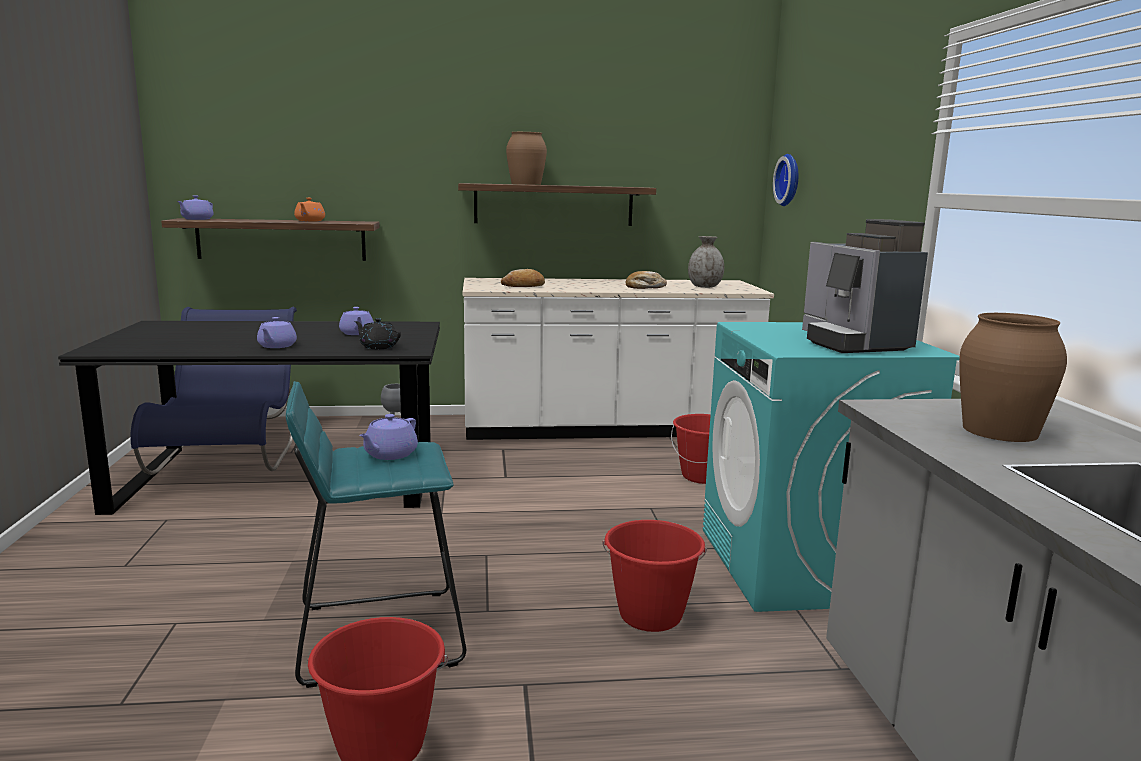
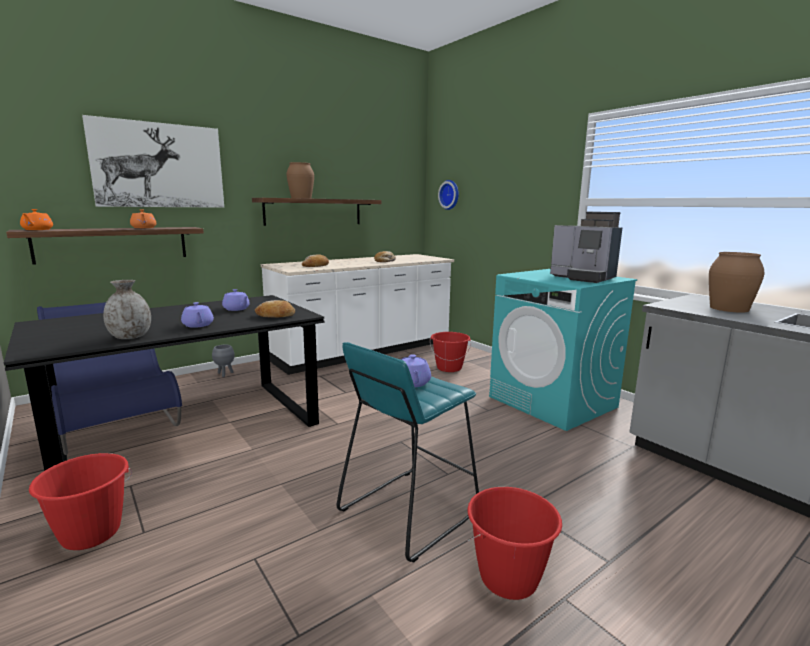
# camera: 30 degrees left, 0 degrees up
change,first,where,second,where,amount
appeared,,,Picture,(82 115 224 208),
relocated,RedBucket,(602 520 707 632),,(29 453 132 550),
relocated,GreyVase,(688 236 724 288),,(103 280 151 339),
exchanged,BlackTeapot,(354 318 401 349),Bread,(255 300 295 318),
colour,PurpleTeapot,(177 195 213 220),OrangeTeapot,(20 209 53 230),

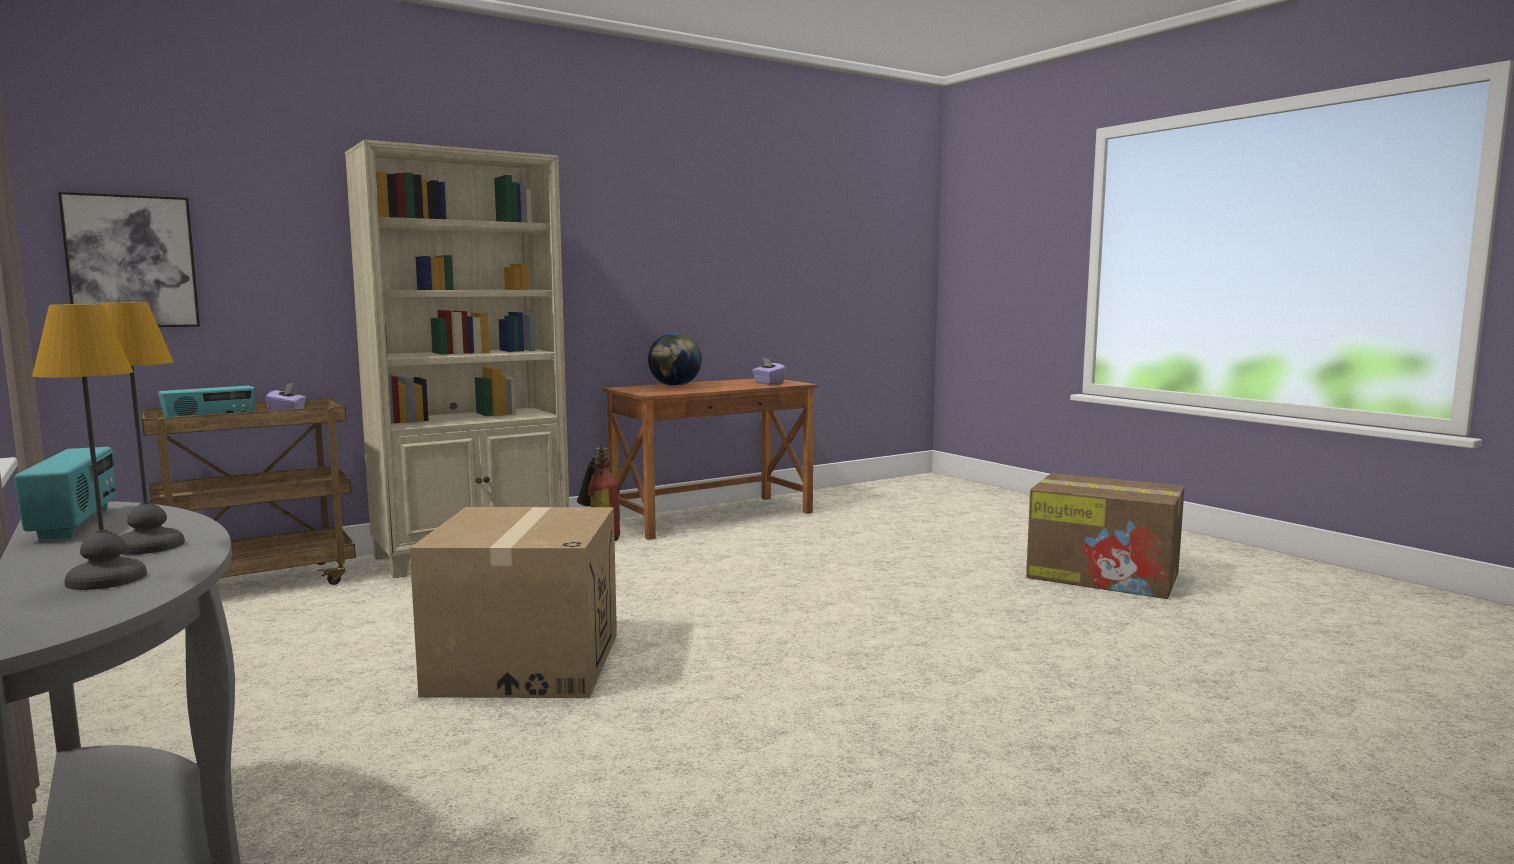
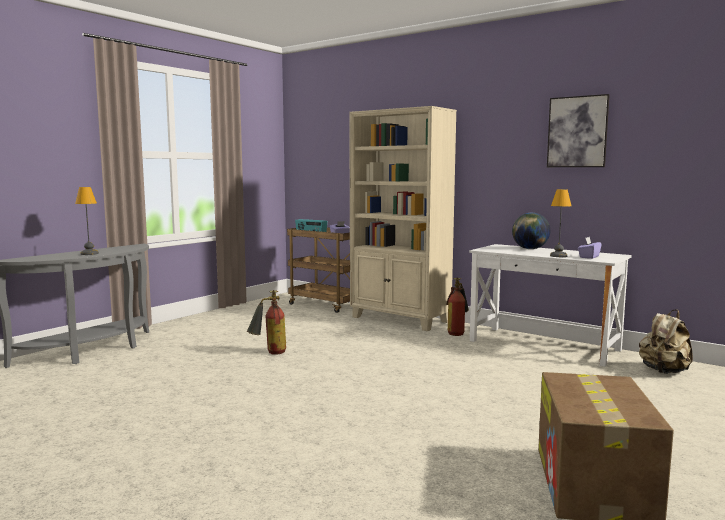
# camera: 70 degrees right, 0 degrees up
change,first,where,second,where,amount
missing,Radio,(14 447 116 539),,,
appeared,,,BeigeBackpack,(639 310 693 374),
relocated,TableLamp,(32 304 147 590),,(550 189 571 257),
relocated,Picture,(58 192 200 327),,(547 94 610 167),
exchanged,CardboardBox,(410 507 617 698),FireExtinguisher,(247 290 286 355),
colour,BrownDesk,(603 378 818 540),WhiteDesk,(469 244 632 367),

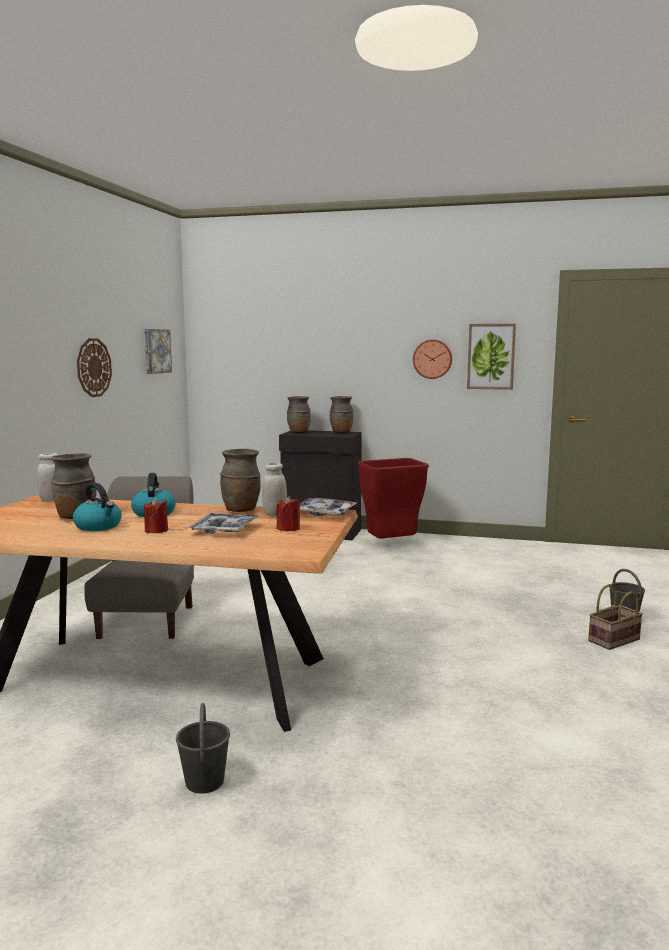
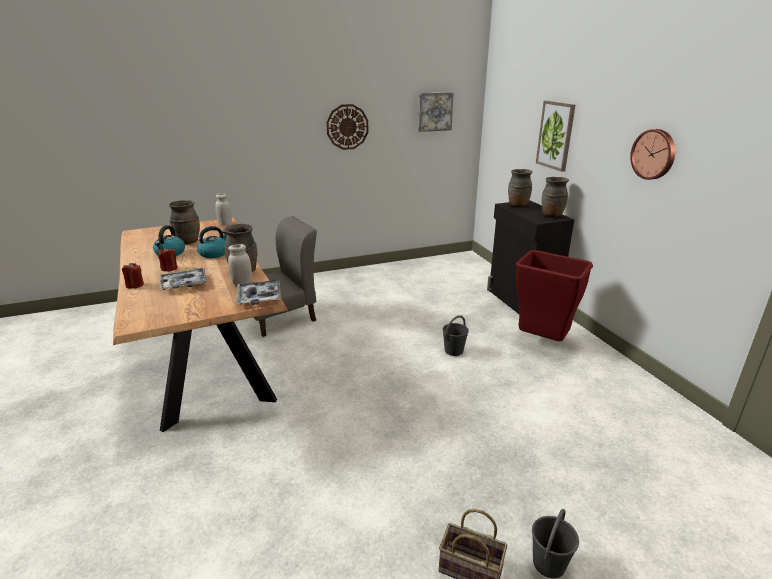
# camera: 55 degrees right, 15 degrees up
change,first,where,second,where,amount
relocated,GreyBucket,(176 703 230 794),,(442 315 469 356),
relocated,RedCandle,(276 496 300 531),,(122 263 144 289),
relocated,Picture,(467 324 516 390),,(536 101 575 172),

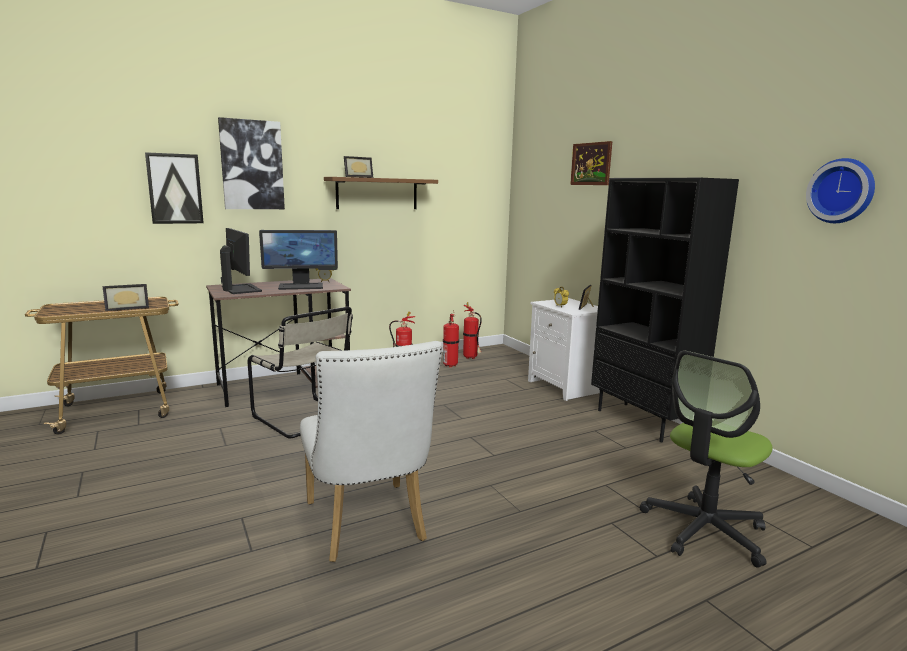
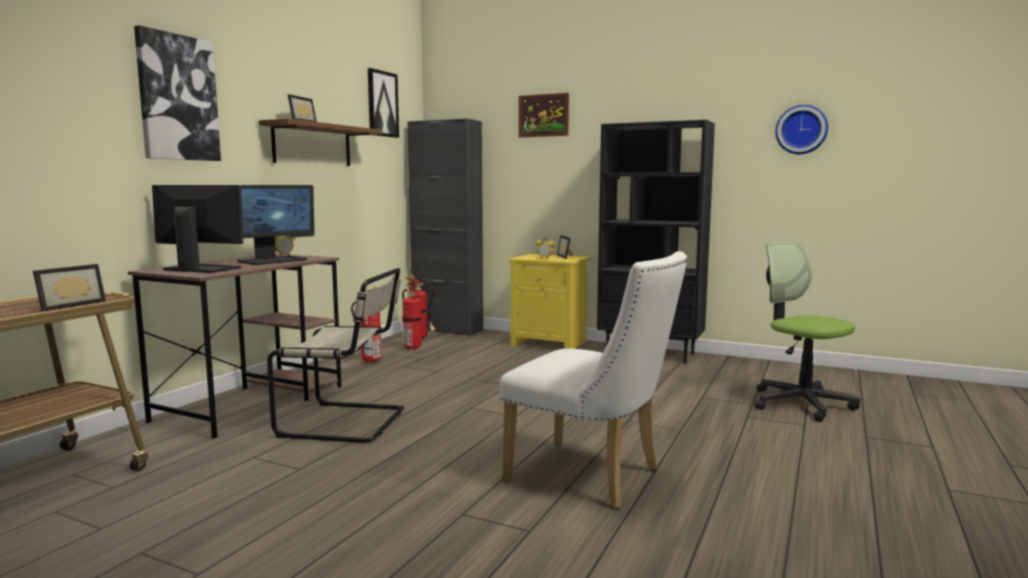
# camera: 35 degrees left, 5 degrees down
change,first,where,second,where,amount
appeared,,,BlackCabinet,(407 119 483 336),
relocated,Picture,(145 152 204 224),,(368 68 399 138),
colour,WhiteNightstand,(528 298 600 401),YellowNightstand,(508 254 591 349),
spun,OfficeChair,(640 351 772 568),,(754 241 860 422),135 degrees clockwise

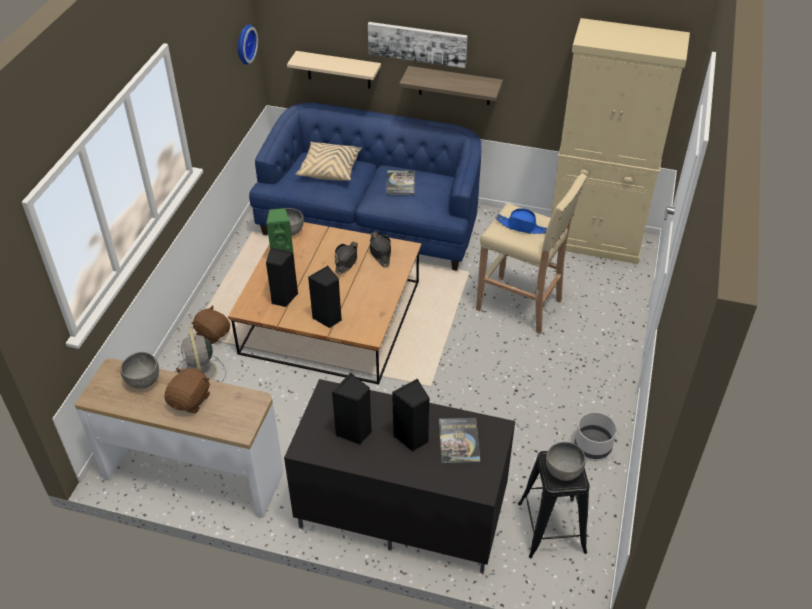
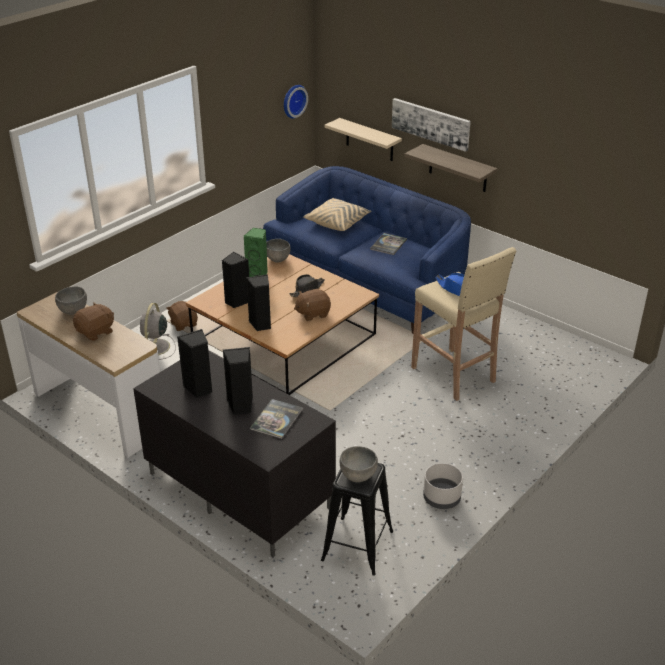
# camera: 25 degrees right, 10 degrees down
change,first,where,second,where,amount
missing,BlackHat,(370 231 391 267),,,
missing,BeigeCabinet,(551 18 690 264),,,
appeared,,,BrownPlushToy,(294 289 331 321),

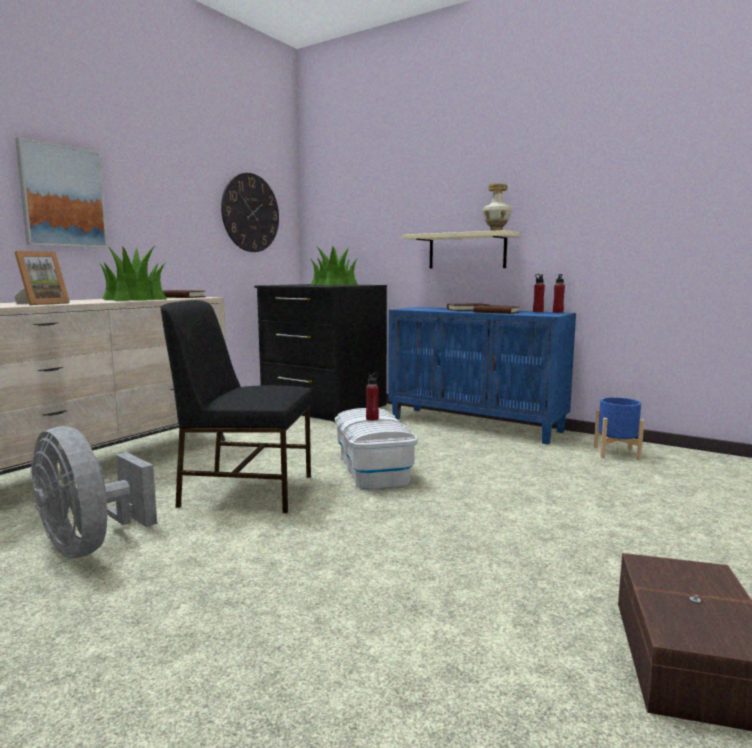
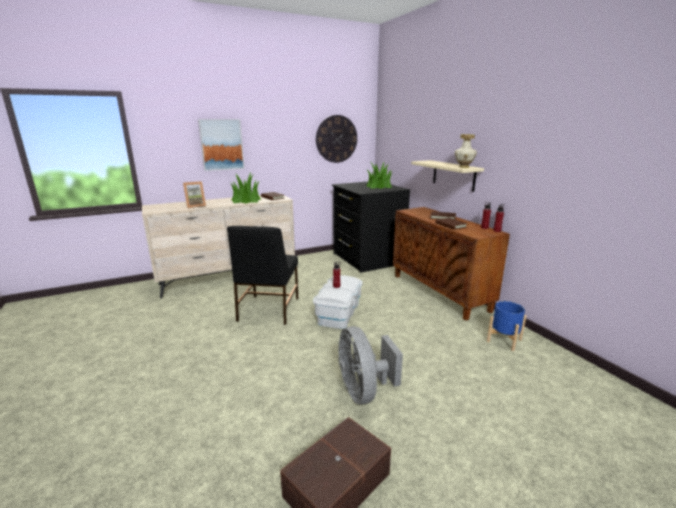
# camera: 30 degrees right, 10 degrees up
change,first,where,second,where,amount
relocated,GreyFan,(30 426 157 558),,(338 326 403 405),
colour,BlueCabinet,(388 307 576 444),BrownCabinet,(393 207 510 320),
spun,BlackChair,(161 300 312 513),,(227 226 298 325),120 degrees counterclockwise

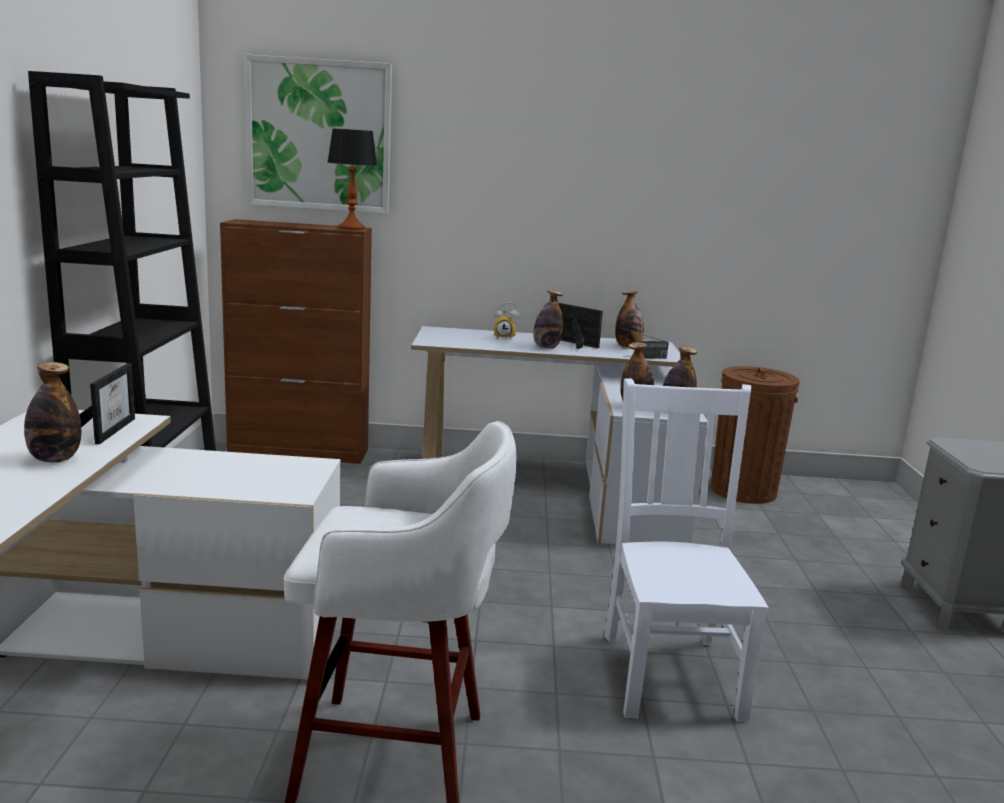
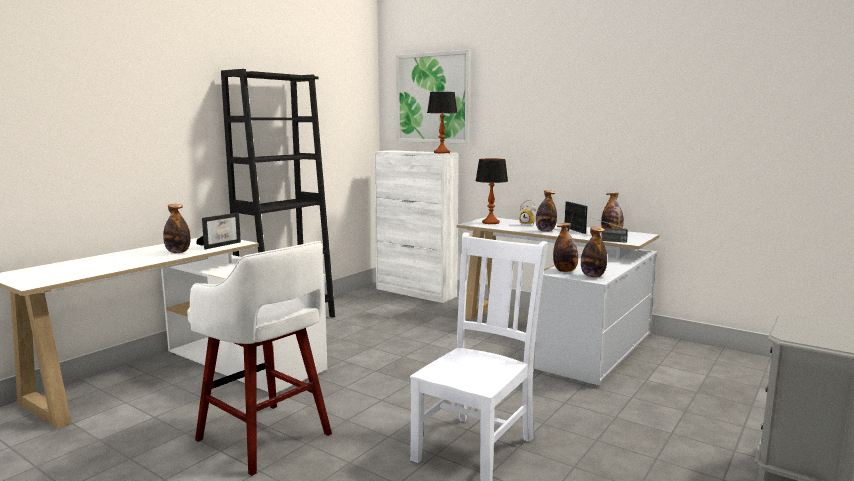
# camera: 35 degrees right, 5 degrees down
change,first,where,second,where,amount
missing,BrownTrashCan,(711 366 800 504),,,
appeared,,,TableLamp,(476 159 508 224),
colour,BrownCabinet,(220 219 372 464),WhiteCabinet,(374 150 459 303),

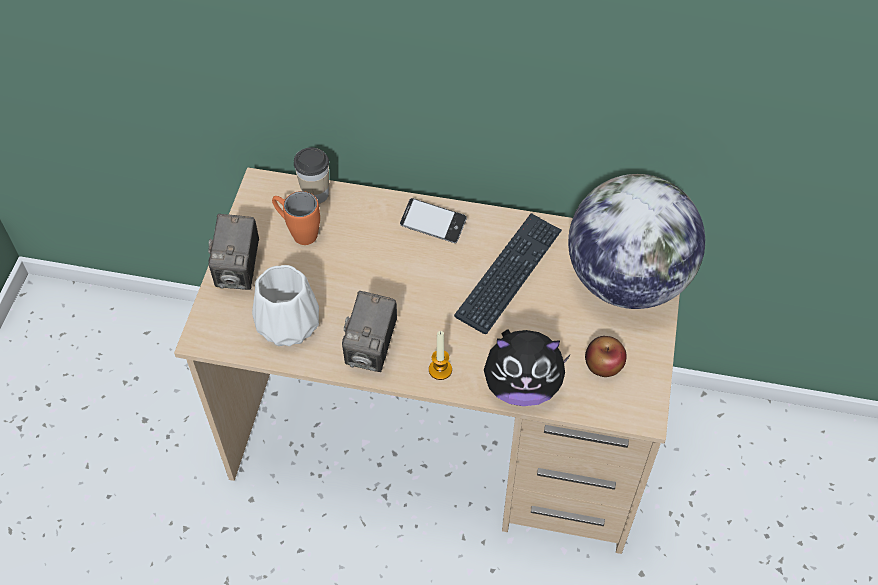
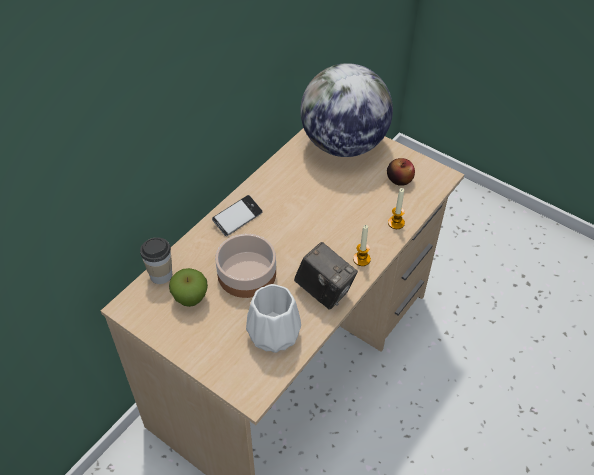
# camera: 65 degrees left, 5 degrees down
change,first,where,second,where,amount
missing,PhotoCamera,(208 214 259 290),,,
missing,Keyboard,(454 213 562 334),,,
appeared,,,Bowl,(215 234 276 298),
exchanged,OrangeMug,(272 191 320 245),Apple,(169 268 208 307),
exchanged,PlushToy,(484 329 571 406),Candle,(388 188 405 229),

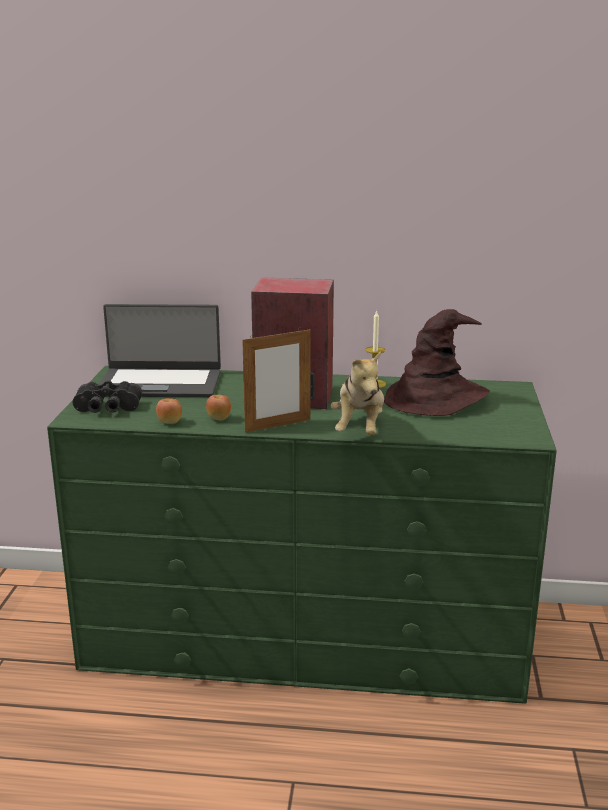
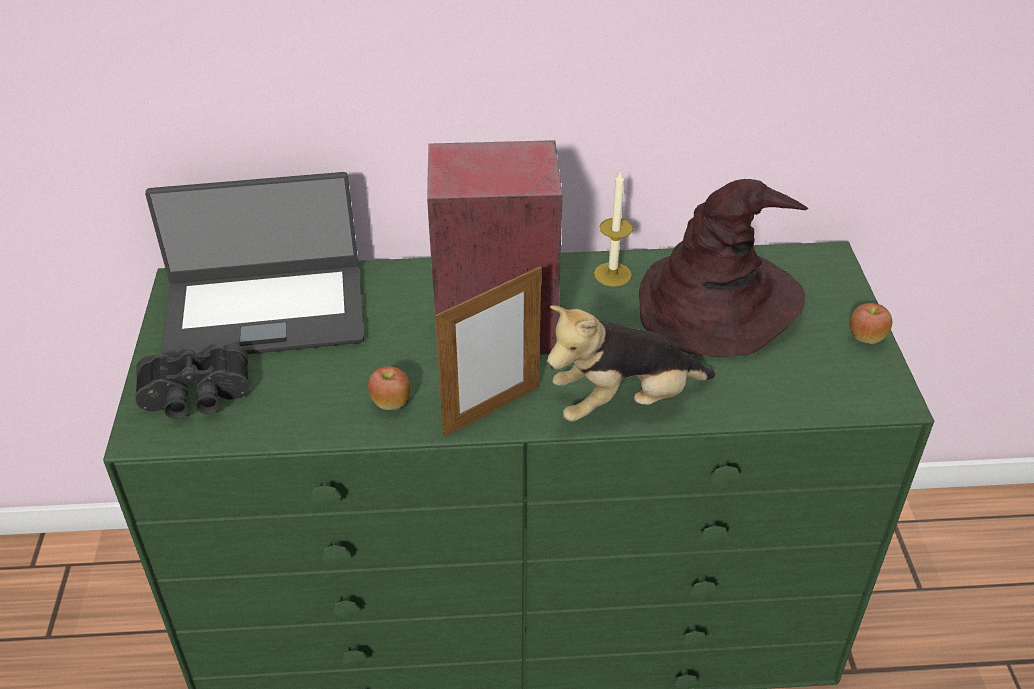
# camera: 10 degrees left, 20 degrees up
change,first,where,second,where,amount
relocated,Apple,(156 398 182 424),,(850 303 892 344),
spun,PlushToy,(331 352 384 435),,(547 305 715 422),75 degrees clockwise

